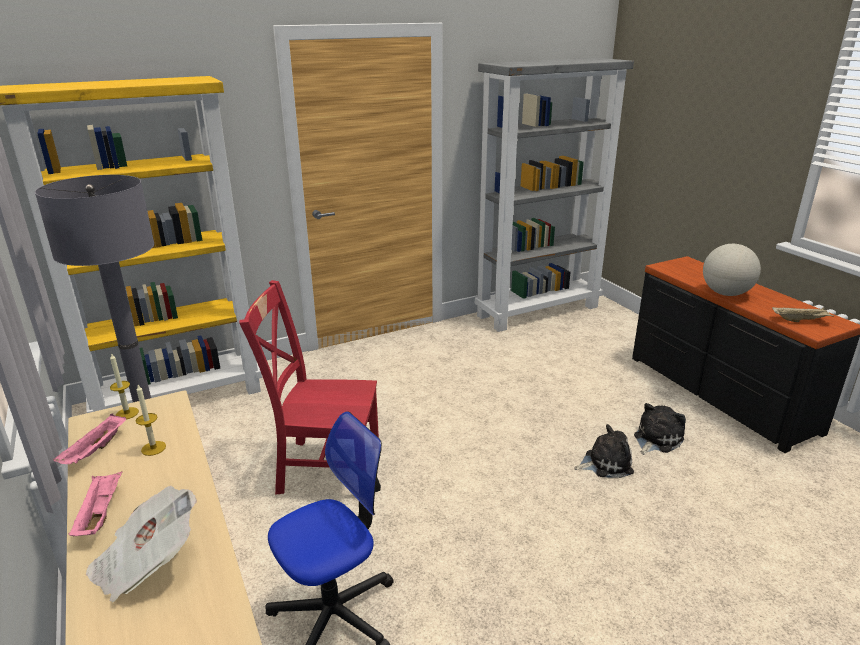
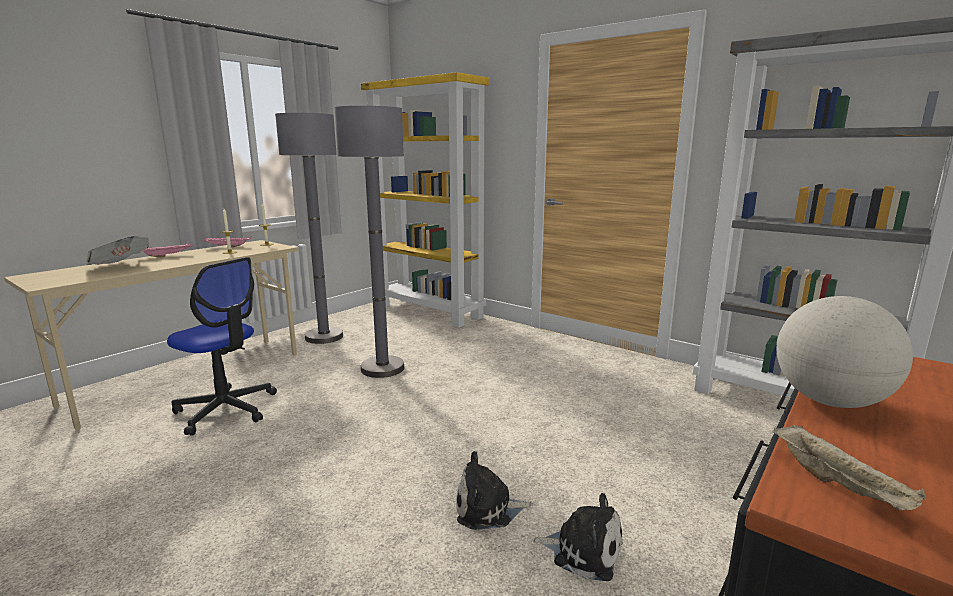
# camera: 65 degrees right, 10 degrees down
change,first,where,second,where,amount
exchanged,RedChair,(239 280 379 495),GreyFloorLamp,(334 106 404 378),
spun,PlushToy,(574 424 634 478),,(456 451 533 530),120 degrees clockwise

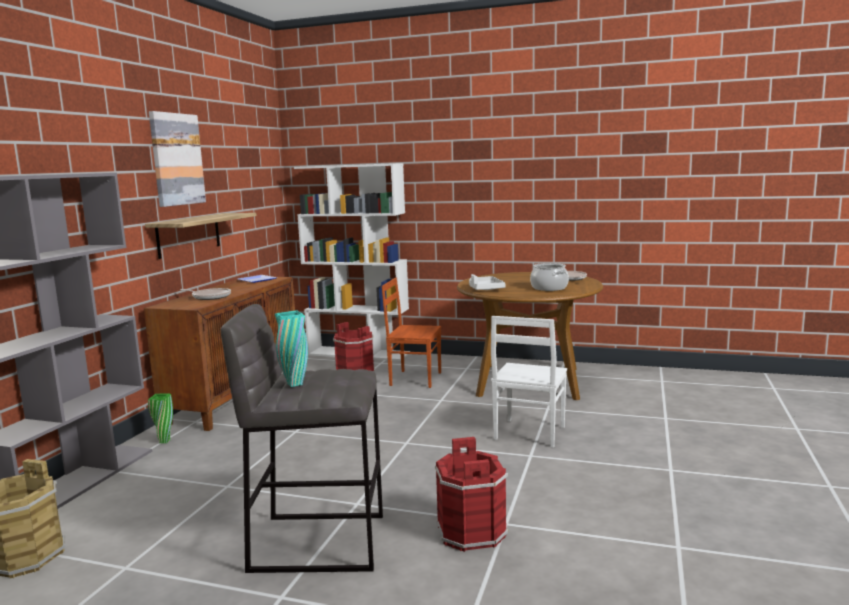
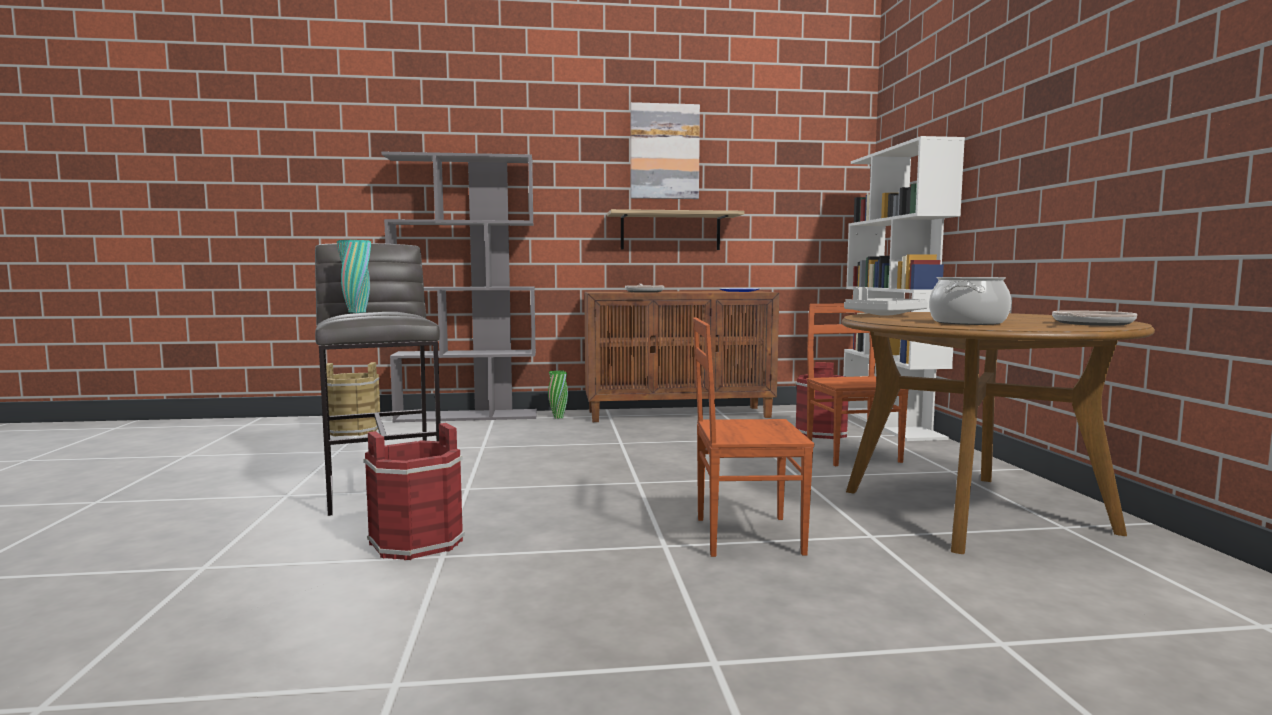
# camera: 65 degrees right, 5 degrees down
change,first,where,second,where,amount
colour,WhiteChair,(491 316 567 448),BrownChair,(693 317 814 557),

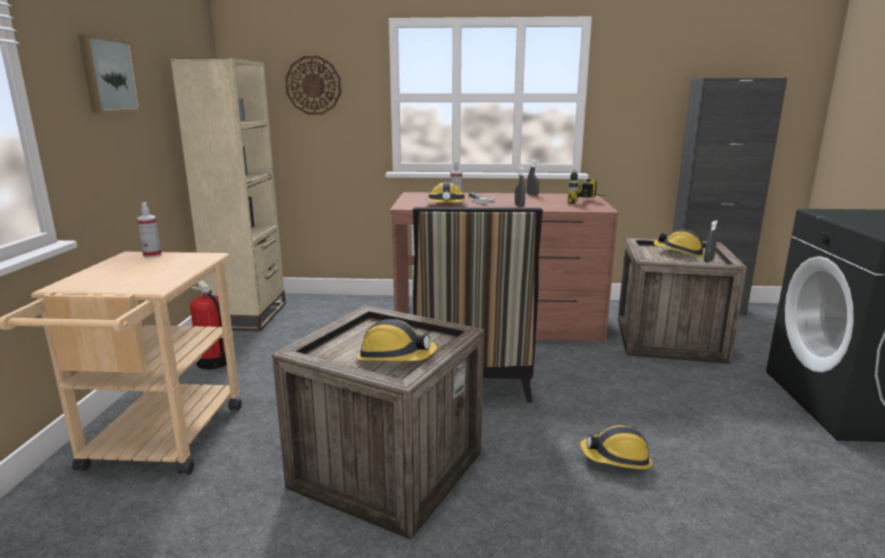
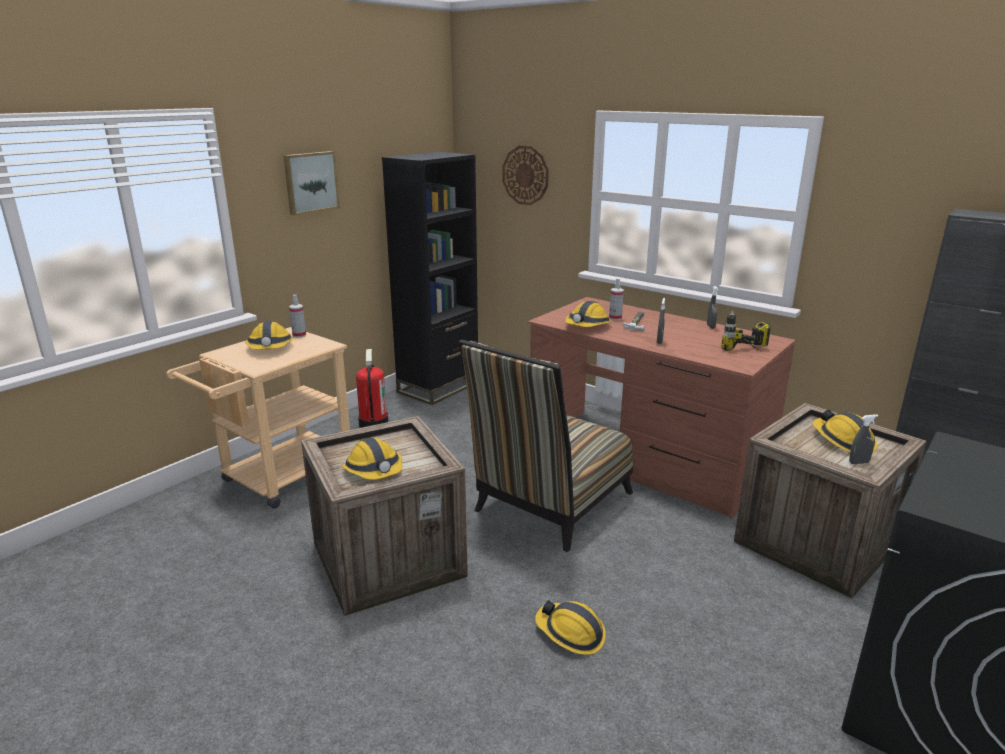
# camera: 35 degrees right, 5 degrees up
change,first,where,second,where,amount
appeared,,,HardHat,(245 321 294 350),
colour,BeigeBookcase,(170 58 286 331),BlackBookcase,(382 152 478 405),

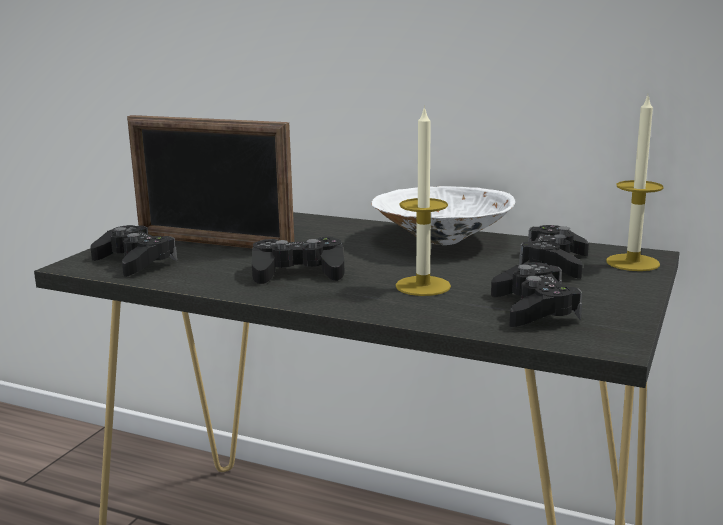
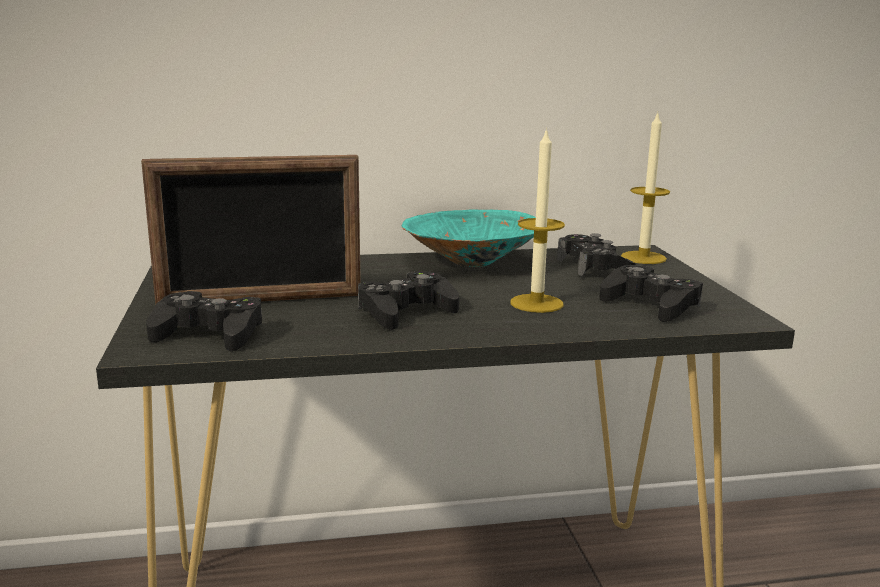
# camera: 35 degrees left, 0 degrees up
change,first,where,second,where,amount
colour,WhiteBowl,(371 186 515 245),TurquoiseBowl,(402 209 536 267),

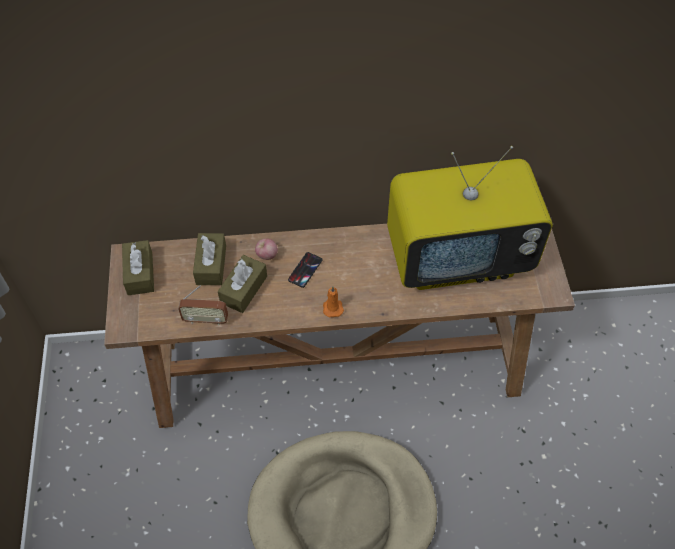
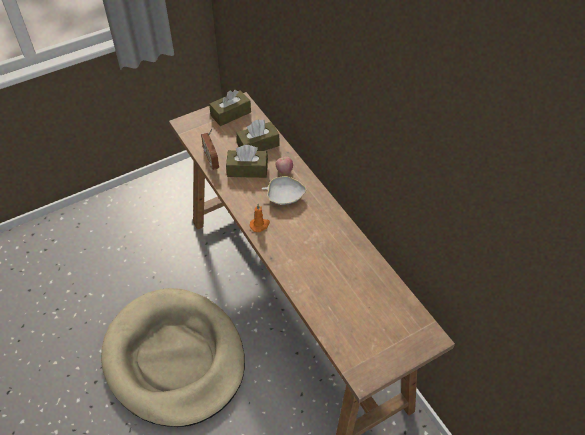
# camera: 65 degrees right, 5 degrees down
change,first,where,second,where,amount
missing,Television,(387 146 553 290),,,
exchanged,Phone,(288 252 323 288),WhiteBowl,(262 176 306 205),

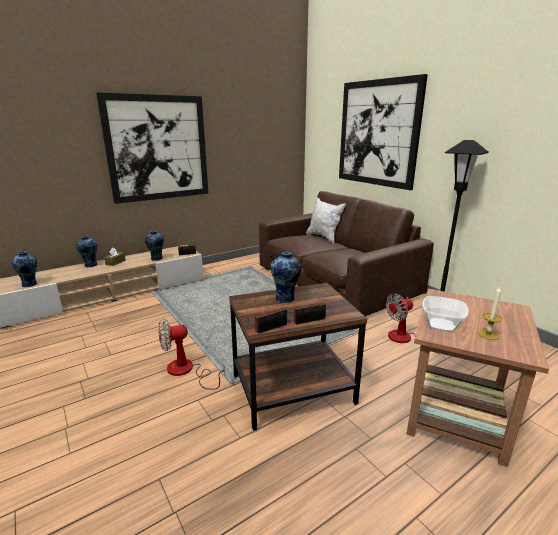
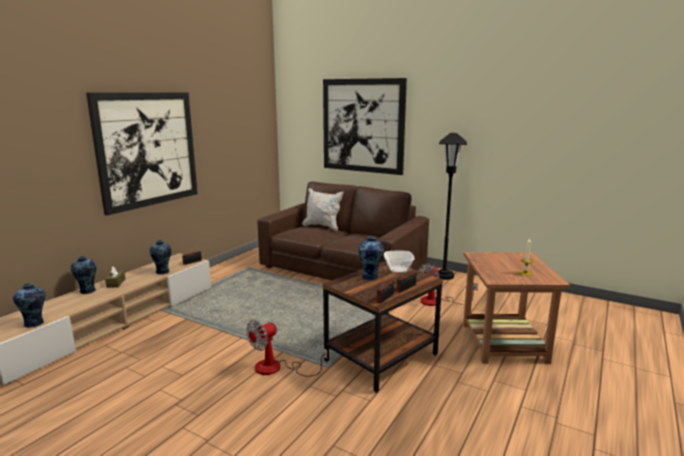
# camera: 25 degrees left, 5 degrees down
change,first,where,second,where,amount
relocated,Bowl,(422 296 469 332),,(384 251 414 273),

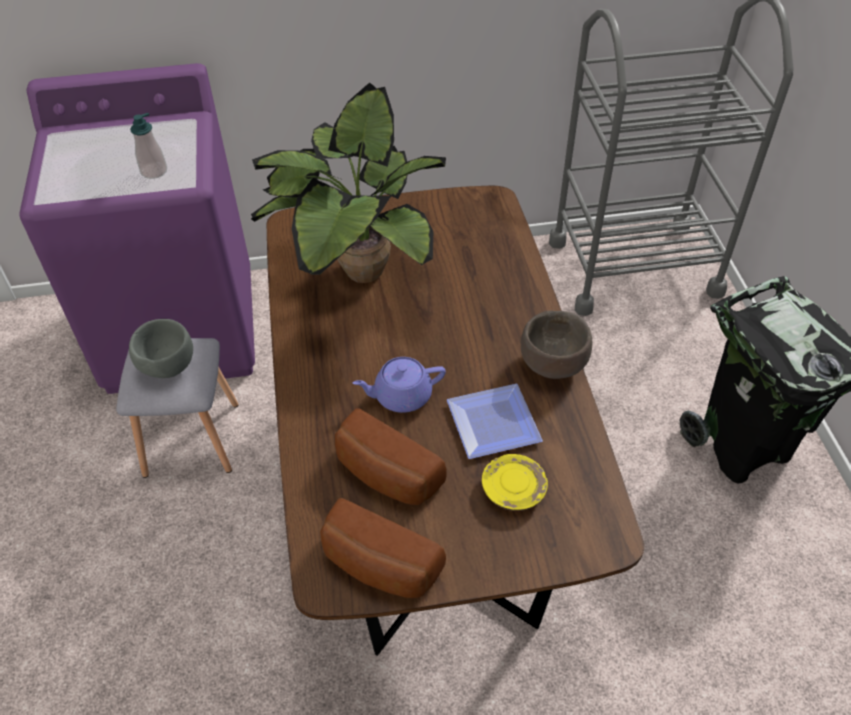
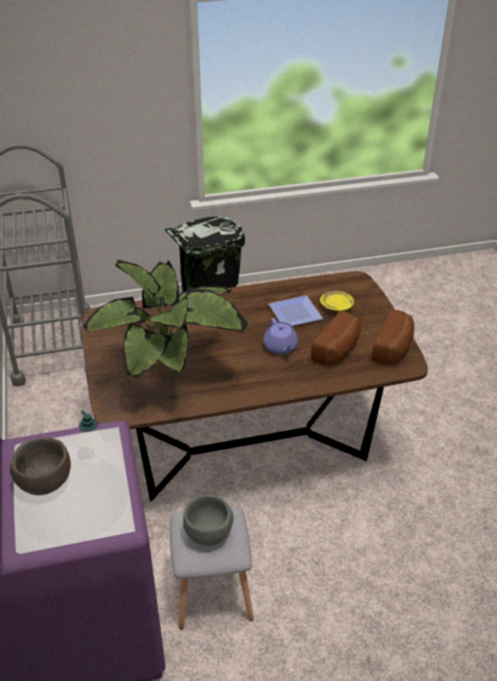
# camera: 95 degrees left, 10 degrees down
change,first,where,second,where,amount
relocated,BrownBowl,(521 311 592 379),,(10 437 71 495),

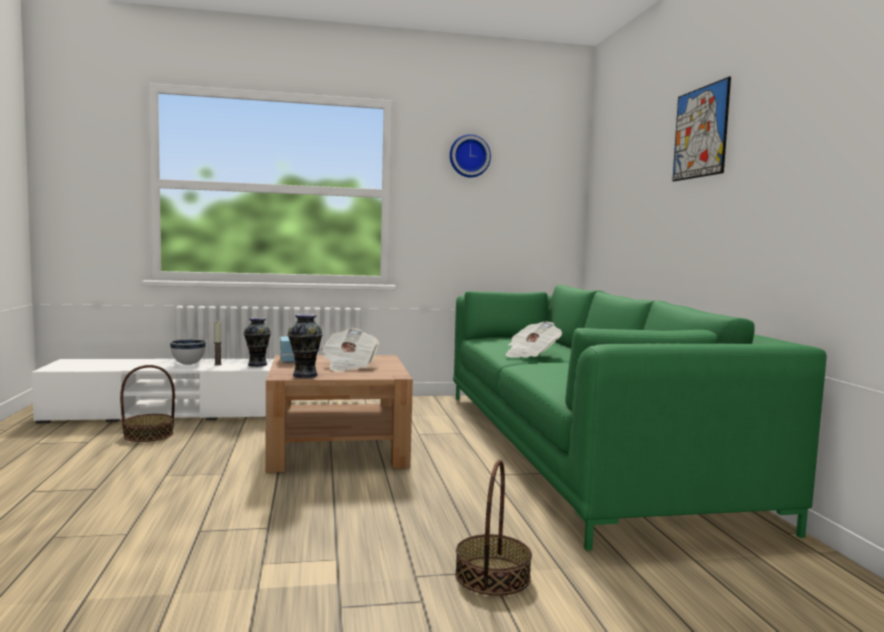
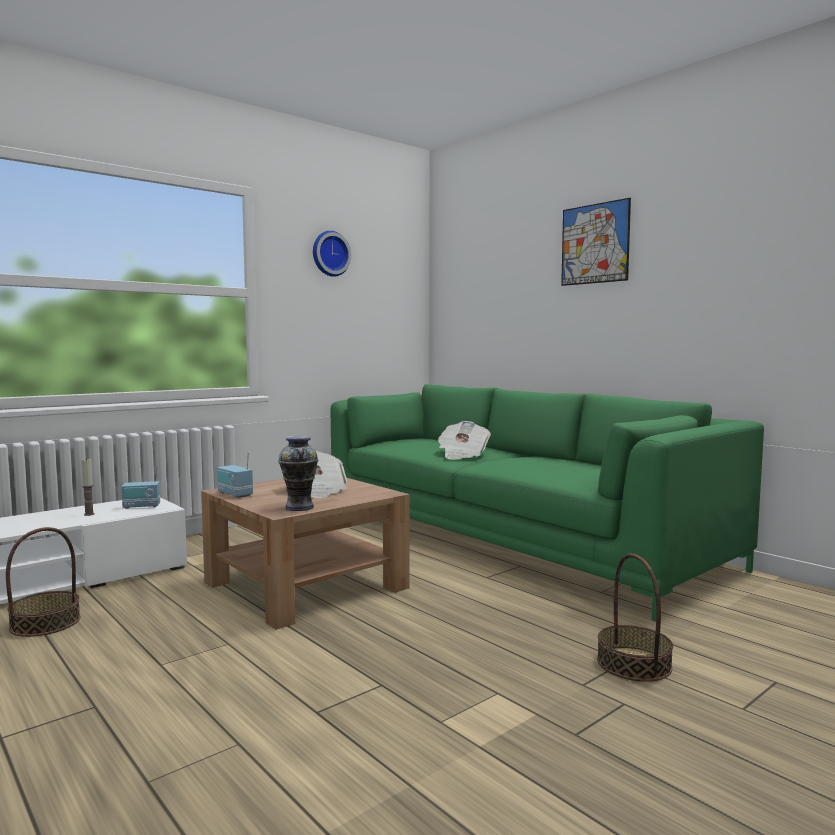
# camera: 30 degrees left, 0 degrees up
change,first,where,second,where,amount
missing,WhiteBowl,(170 339 206 365),,,
exchanged,Vase,(243 317 271 367),Radio,(122 467 160 509),

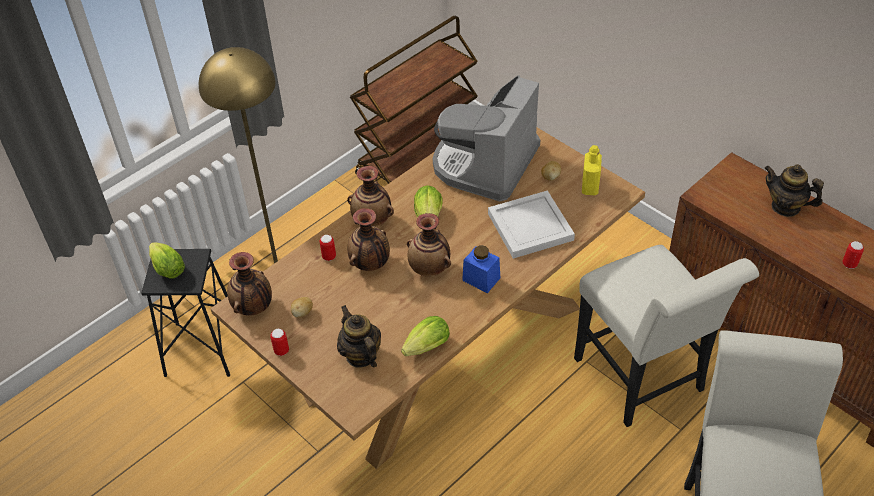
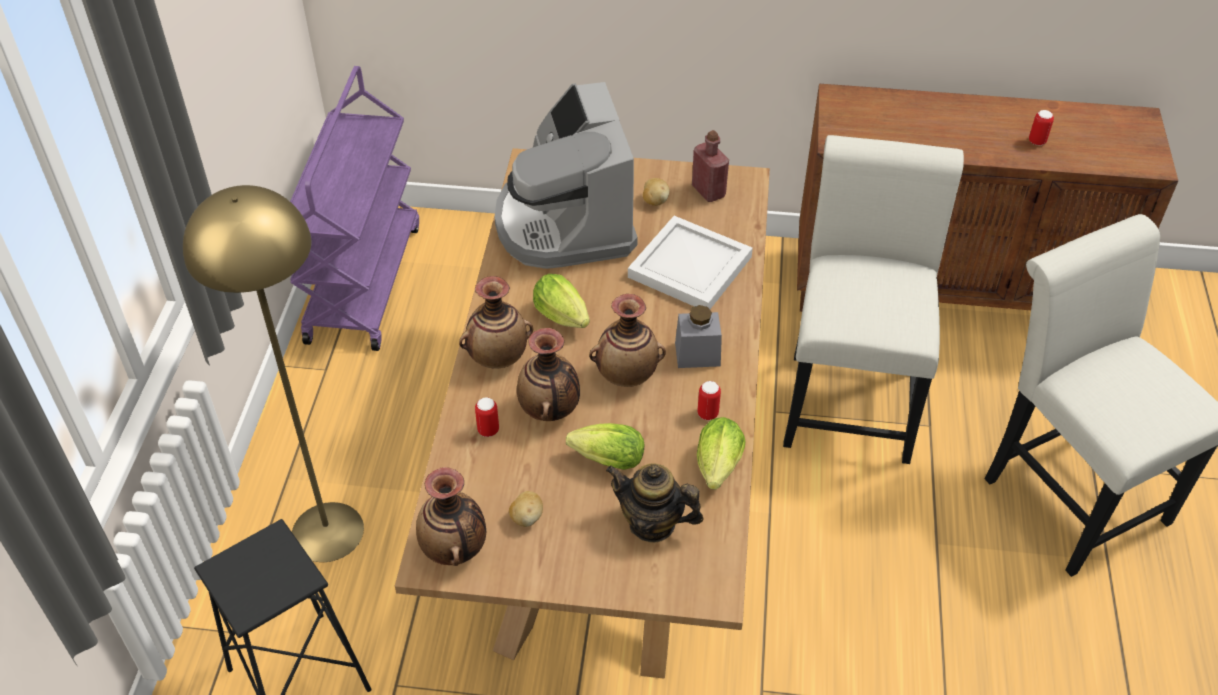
# camera: 40 degrees left, 0 degrees up
change,first,where,second,where,amount
missing,Teapot,(764 164 824 217),,,
relocated,Lettuce,(149 242 185 279),,(566 423 644 470),
relocated,Can,(270 329 289 356),,(697 381 721 420),
colour,BrownCart,(350 16 478 184),PurpleCart,(290 66 419 351),
colour,BlueJar,(462 245 500 293),GreyJar,(675 305 722 368),
colour,YellowBottle,(582 145 602 195),RedBottle,(692 130 729 202),
spun,WhiteChair,(574 245 759 427),,(783 135 964 464),105 degrees counterclockwise

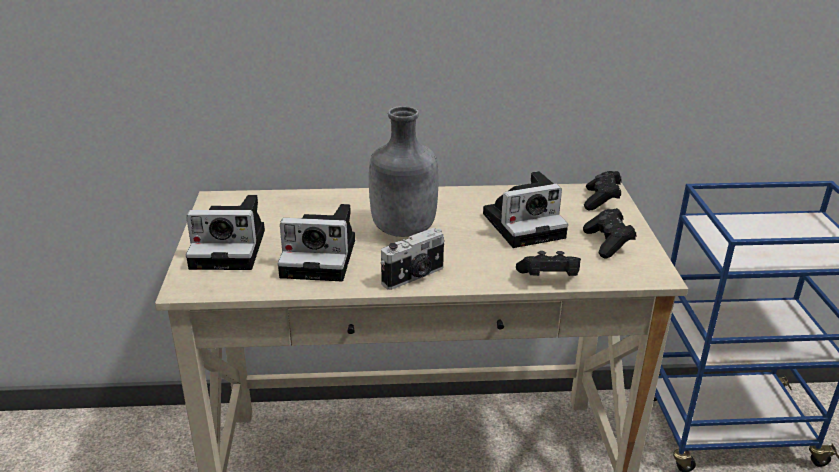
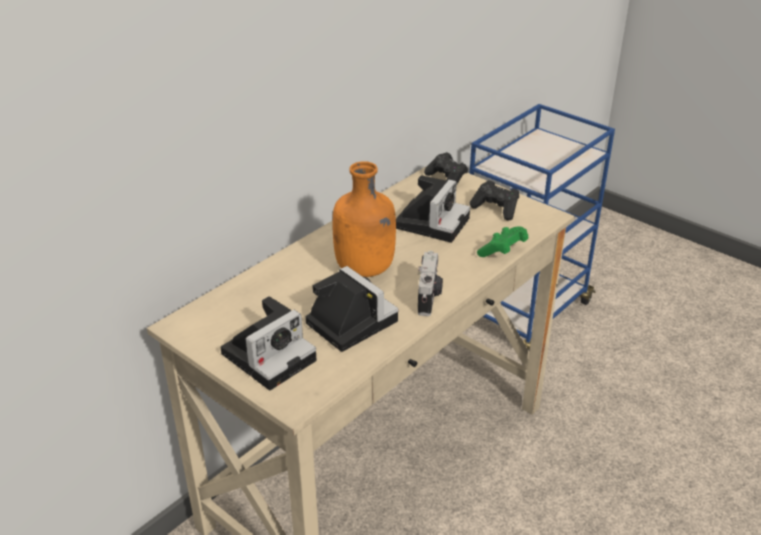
# camera: 45 degrees left, 5 degrees up
change,first,where,second,where,amount
colour,GreyBottle,(369 106 438 237),OrangeBottle,(333 161 396 277),
colour,BlackGameController,(516 251 581 276),GreenGameController,(477 226 528 257),
spun,PhotoCamera,(277 204 355 281),,(306 266 398 352),90 degrees counterclockwise

